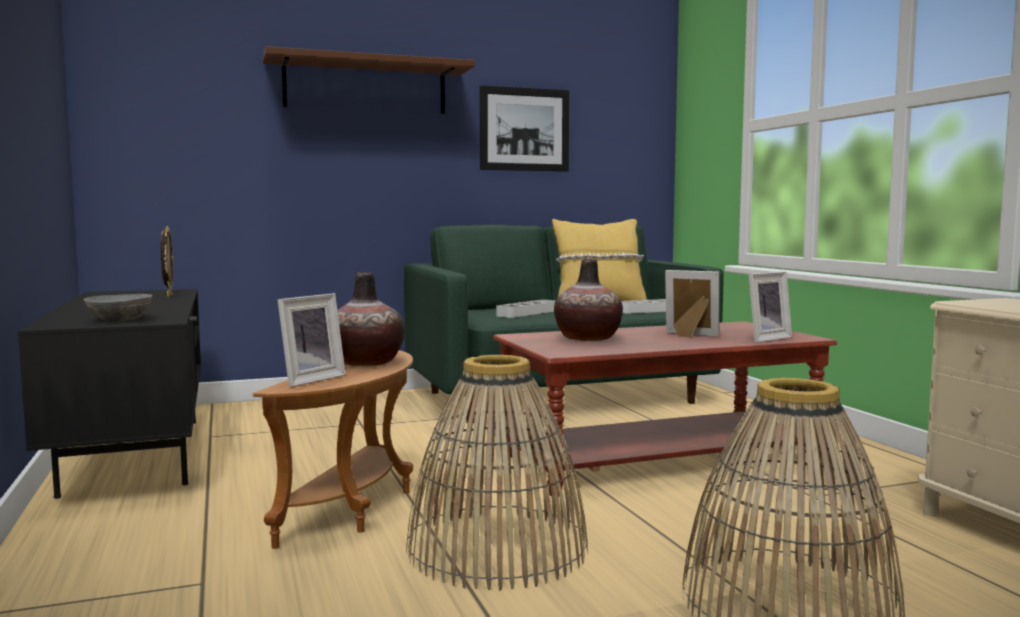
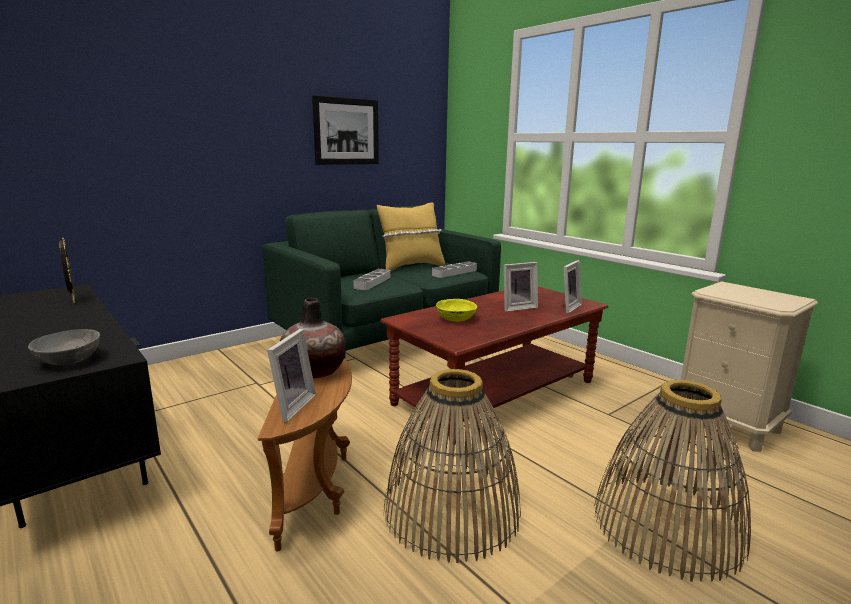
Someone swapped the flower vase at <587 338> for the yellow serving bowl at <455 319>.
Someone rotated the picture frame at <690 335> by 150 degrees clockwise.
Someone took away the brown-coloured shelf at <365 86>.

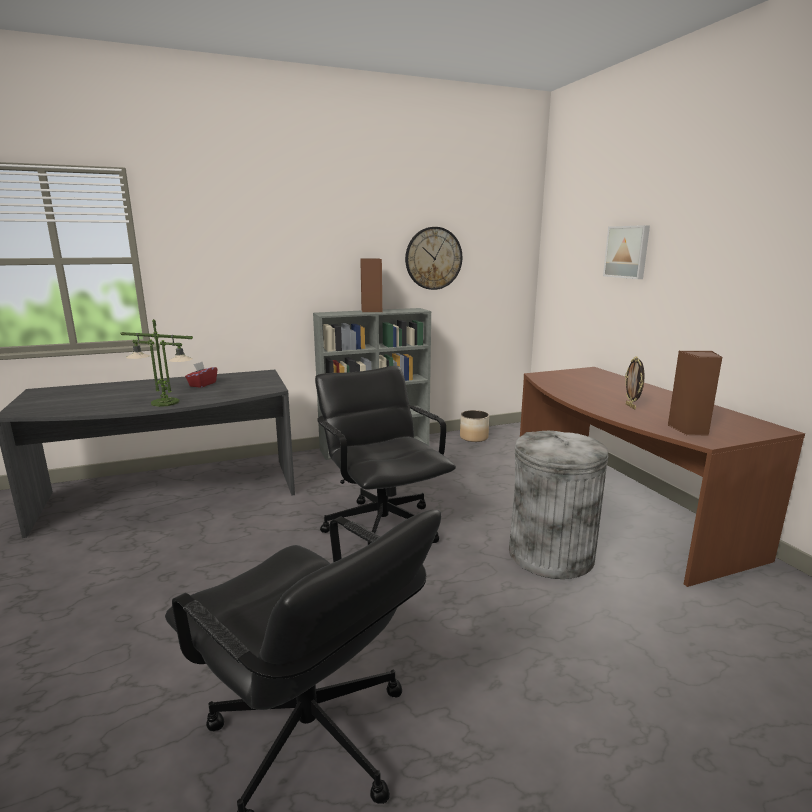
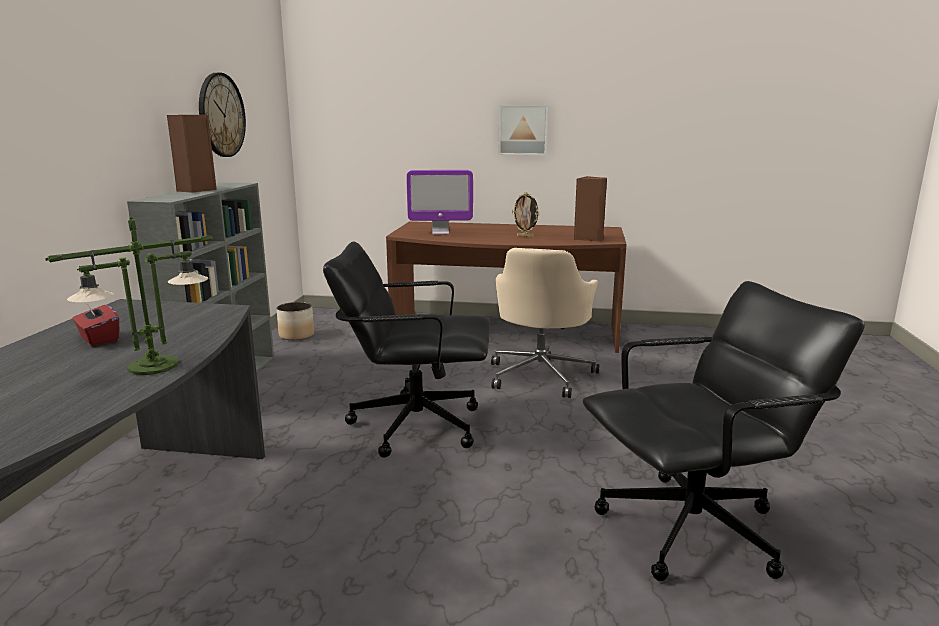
Someone put down the computer screen at <440 233>.
Someone swapped the gray trash can at <550 554> for the sand-coloured computer chair at <541 375>.
Someone carried the wall art from <627 252> to <523 130>.

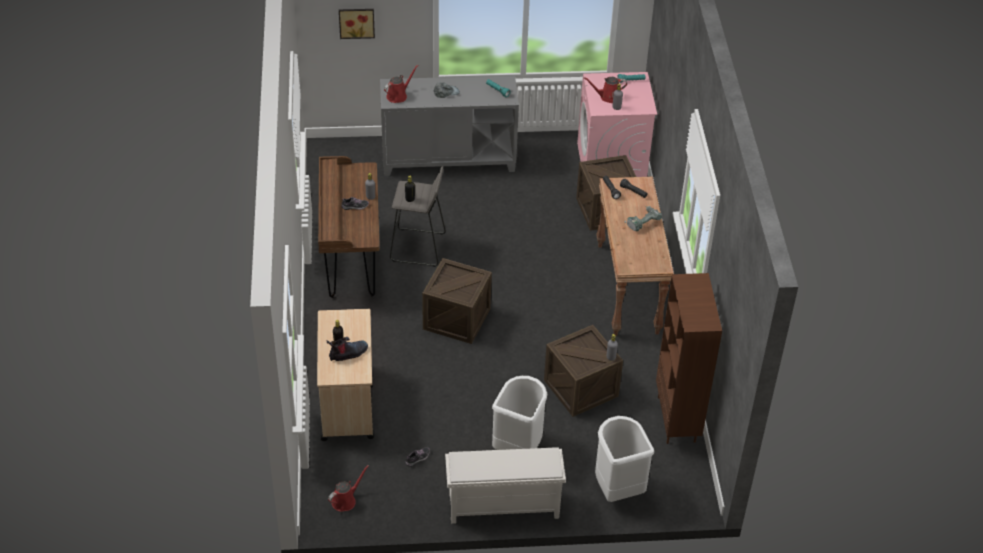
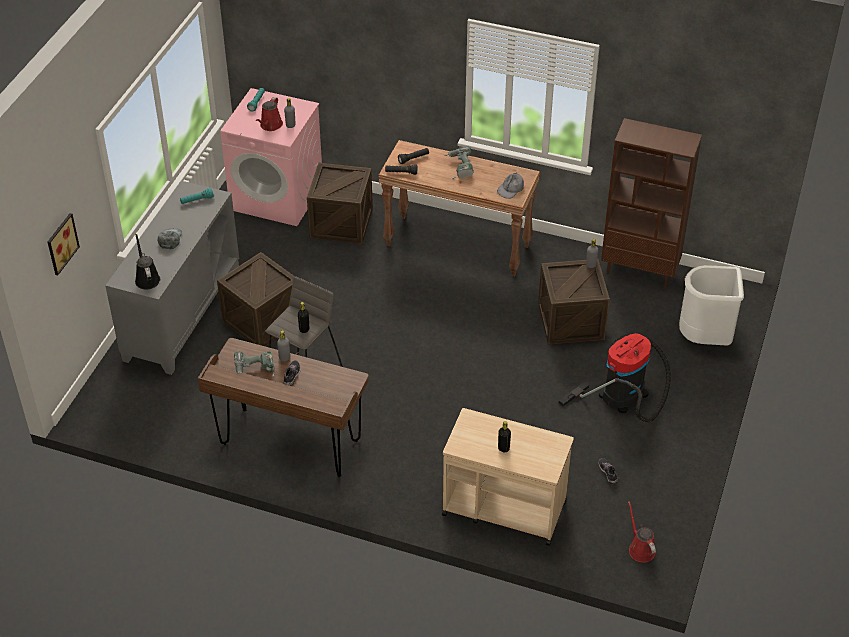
Someone repainted the red-coloured watering pot at <398 95>, which became the black watering pot at <147 278>.
Someone carried the shipping crate from <456 318> to <262 321>.
Someone put down the power drill at <254 370>.
Someone put down the gray baseball cap at <511 189>.
Someone swapped the whitish trash can at <518 447> for the vacuum cleaner at <626 391>.
Someone took away the high-top boot at <348 354>.
Someone took away the whitish shoe rack at <502 506>.

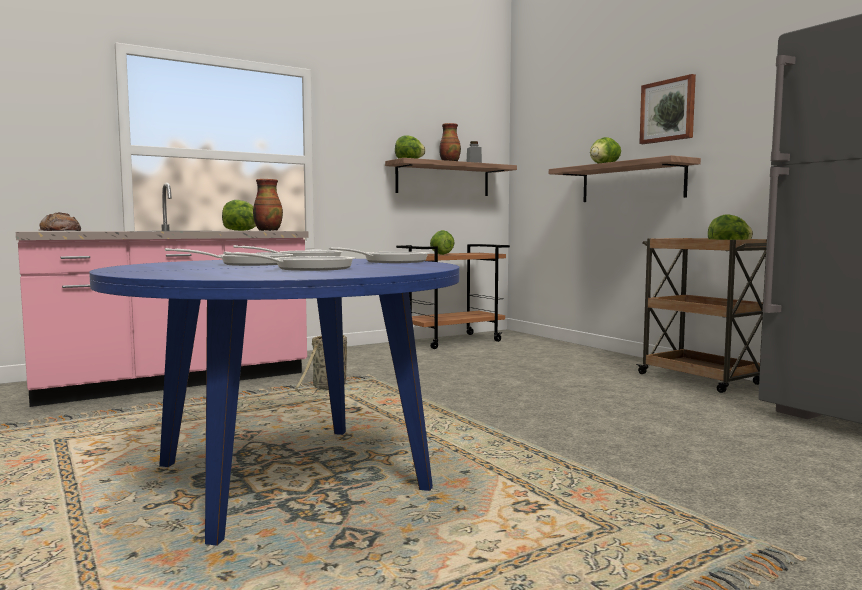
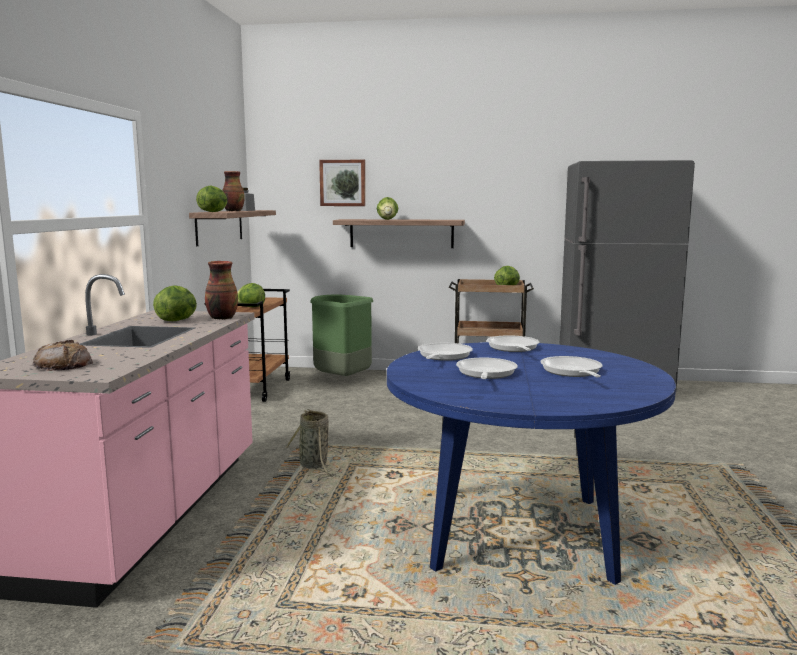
Someone put down the green-coloured trash can at <341 380>.
Someone carried the wall art from <668 111> to <343 183>.

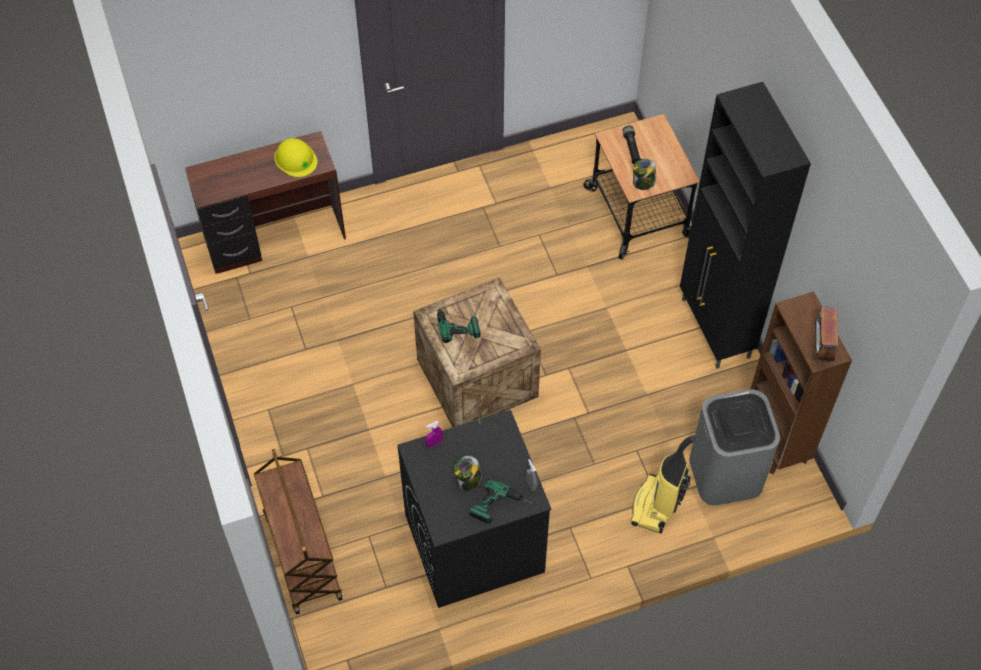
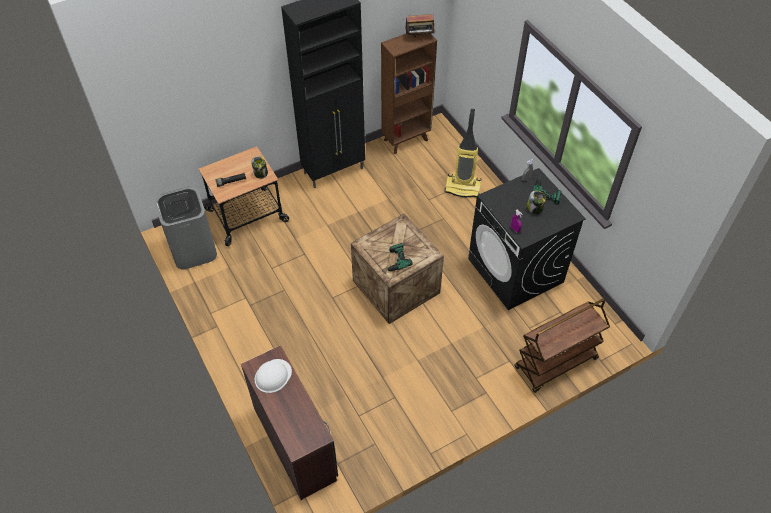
Someone carried the gray trash can from <725 473> to <193 250>.
Someone repainted the yellow hard hat at <295 159>, which became the whitish hard hat at <273 376>.

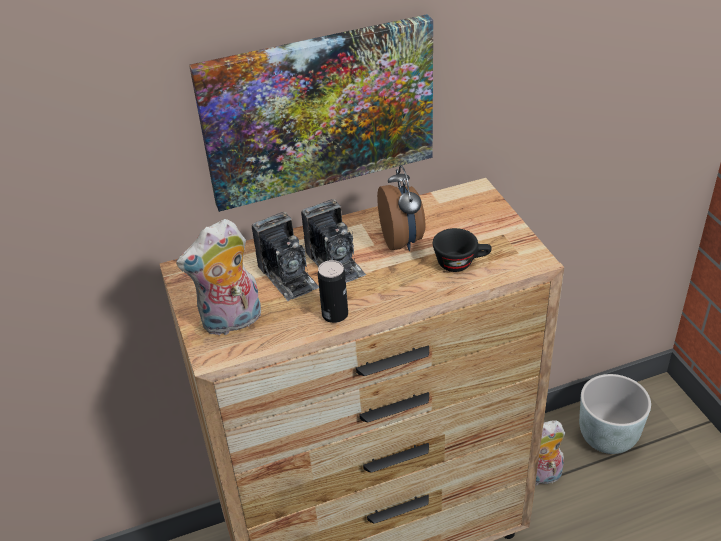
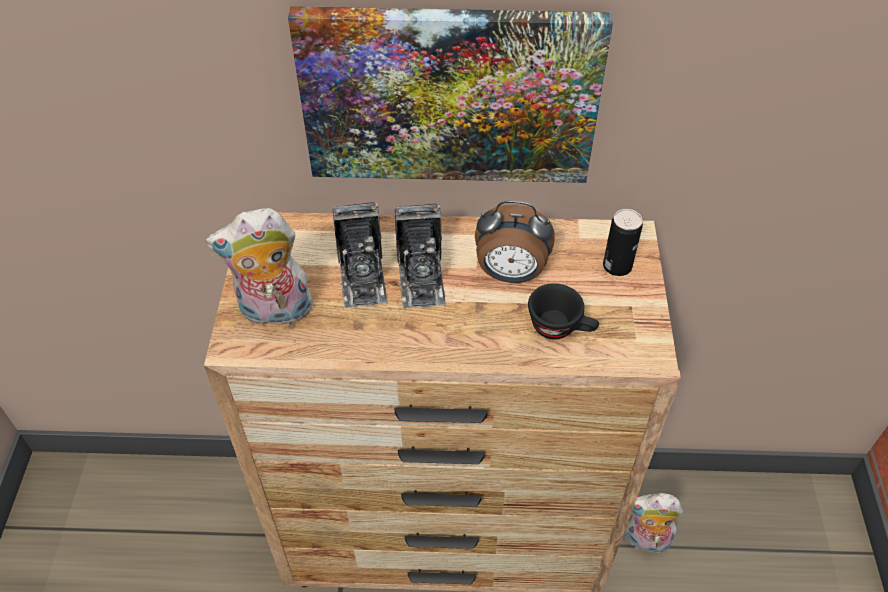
Someone rotated the alarm clock at <402 241> by 90 degrees clockwise.
Someone carried the can from <335 314> to <617 266>.
Someone took away the gray planter at <608 437>.

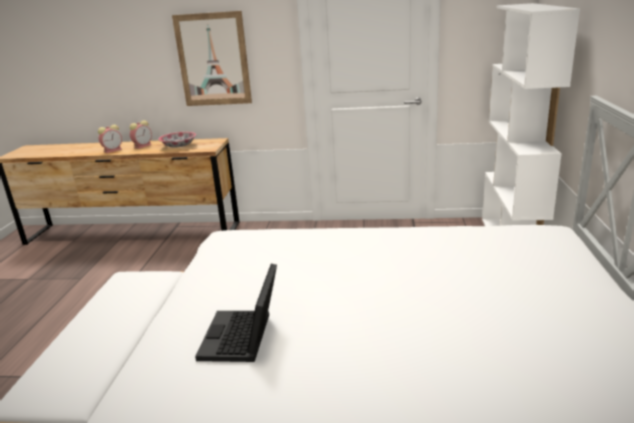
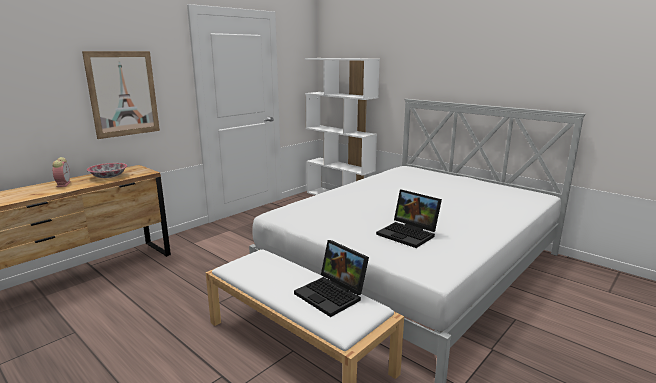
Someone put down the notebook computer at <332 295>.
Someone took away the alarm clock at <113 150>.

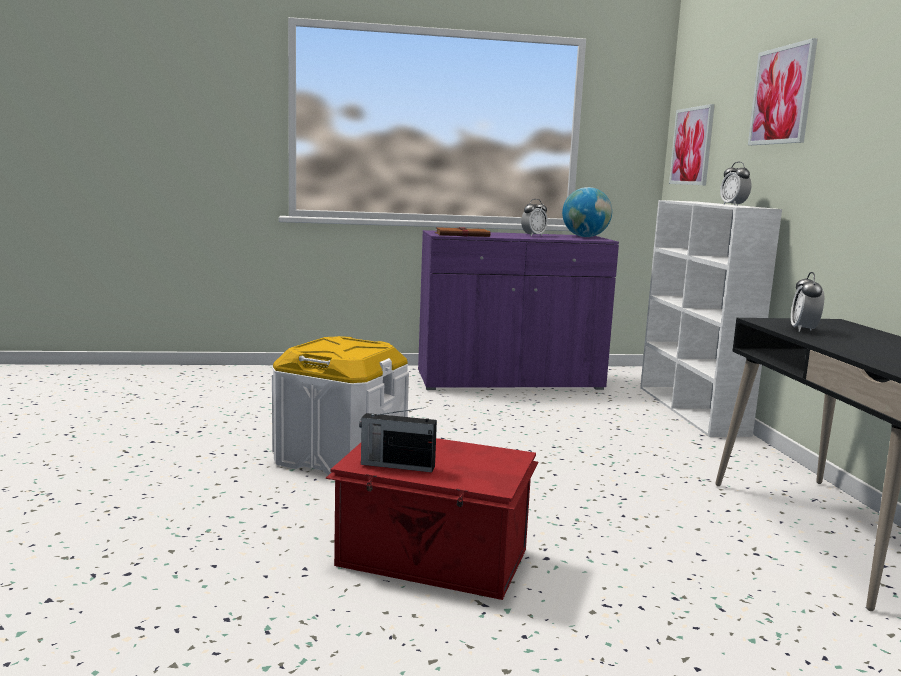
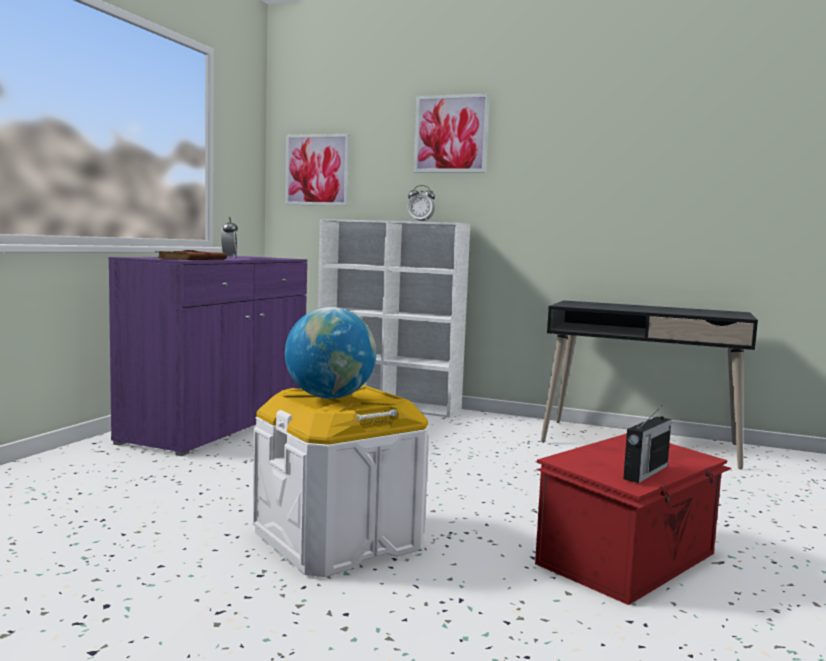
Someone carried the desk globe from <585 237> to <329 397>.
Someone took away the alarm clock at <803 330>.

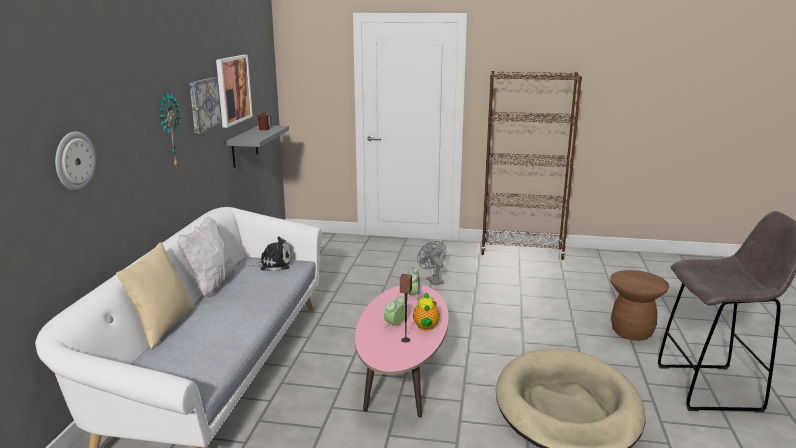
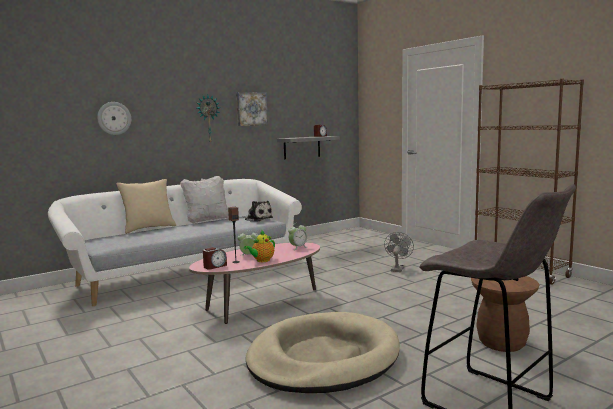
Someone put down the alarm clock at <215 266>.
Someone took away the wall art at <233 90>.

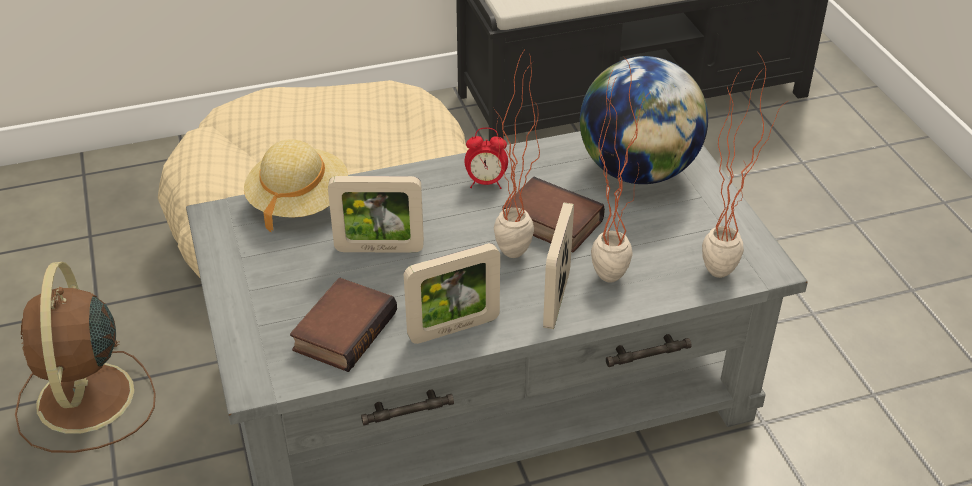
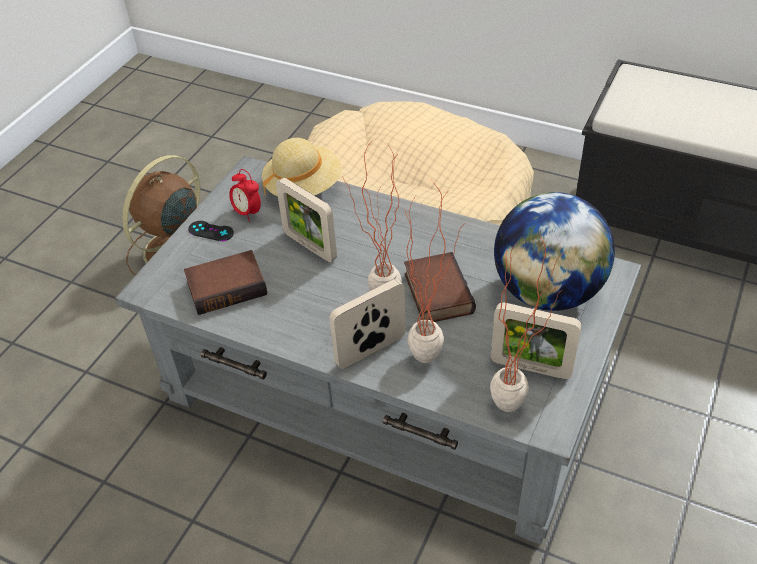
Someone put down the black gamepad at <211 231>.
Someone carried the alarm clock from <486 183> to <247 213>.
Someone carried the picture frame from <453 328> to <531 367>.

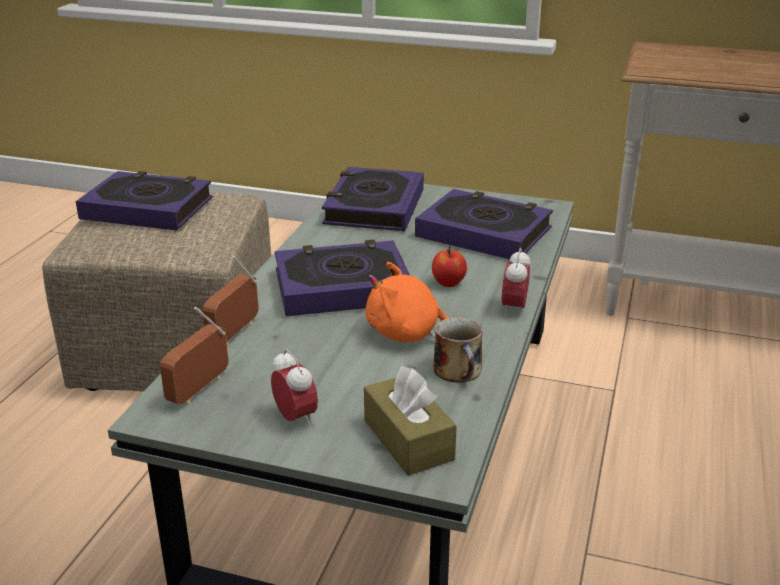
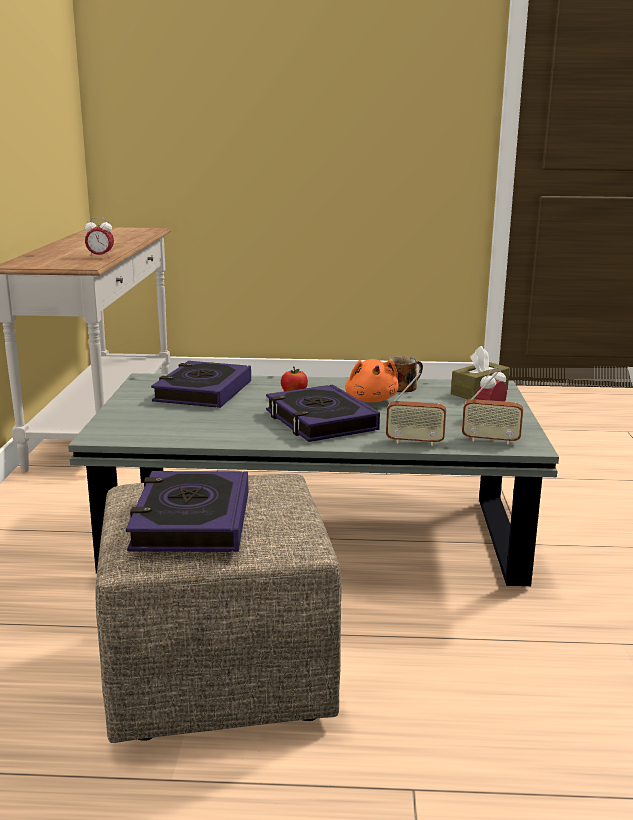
Someone carried the alarm clock from <514 308> to <100 257>.
Someone took away the volume at <374 207>.

